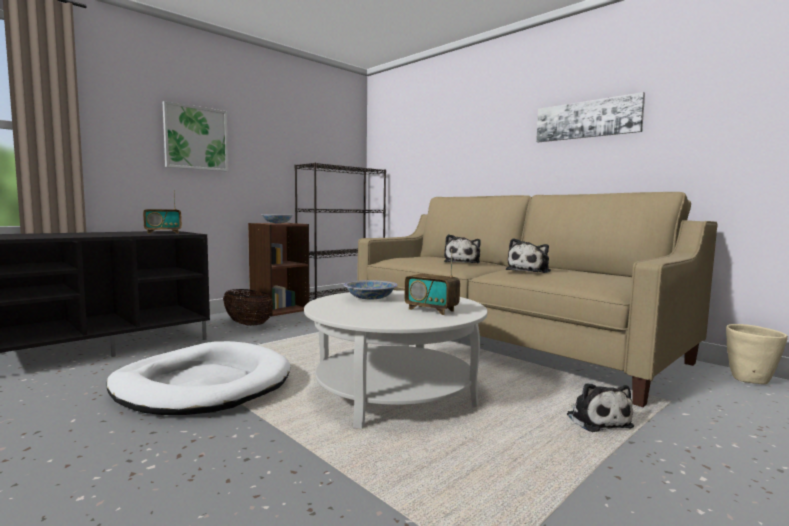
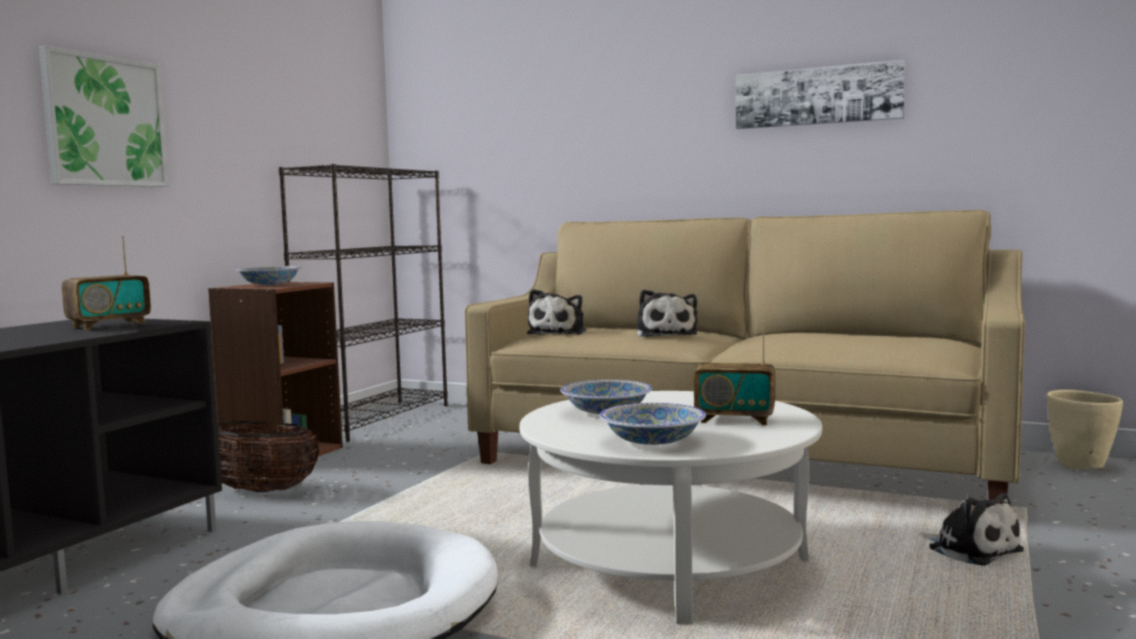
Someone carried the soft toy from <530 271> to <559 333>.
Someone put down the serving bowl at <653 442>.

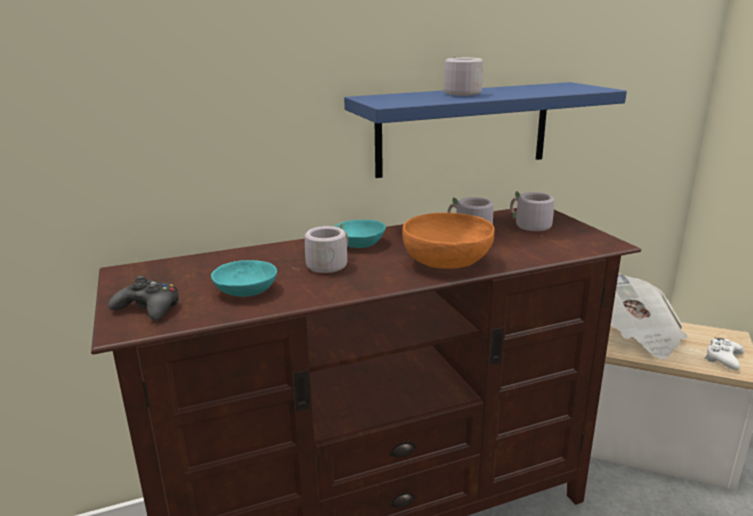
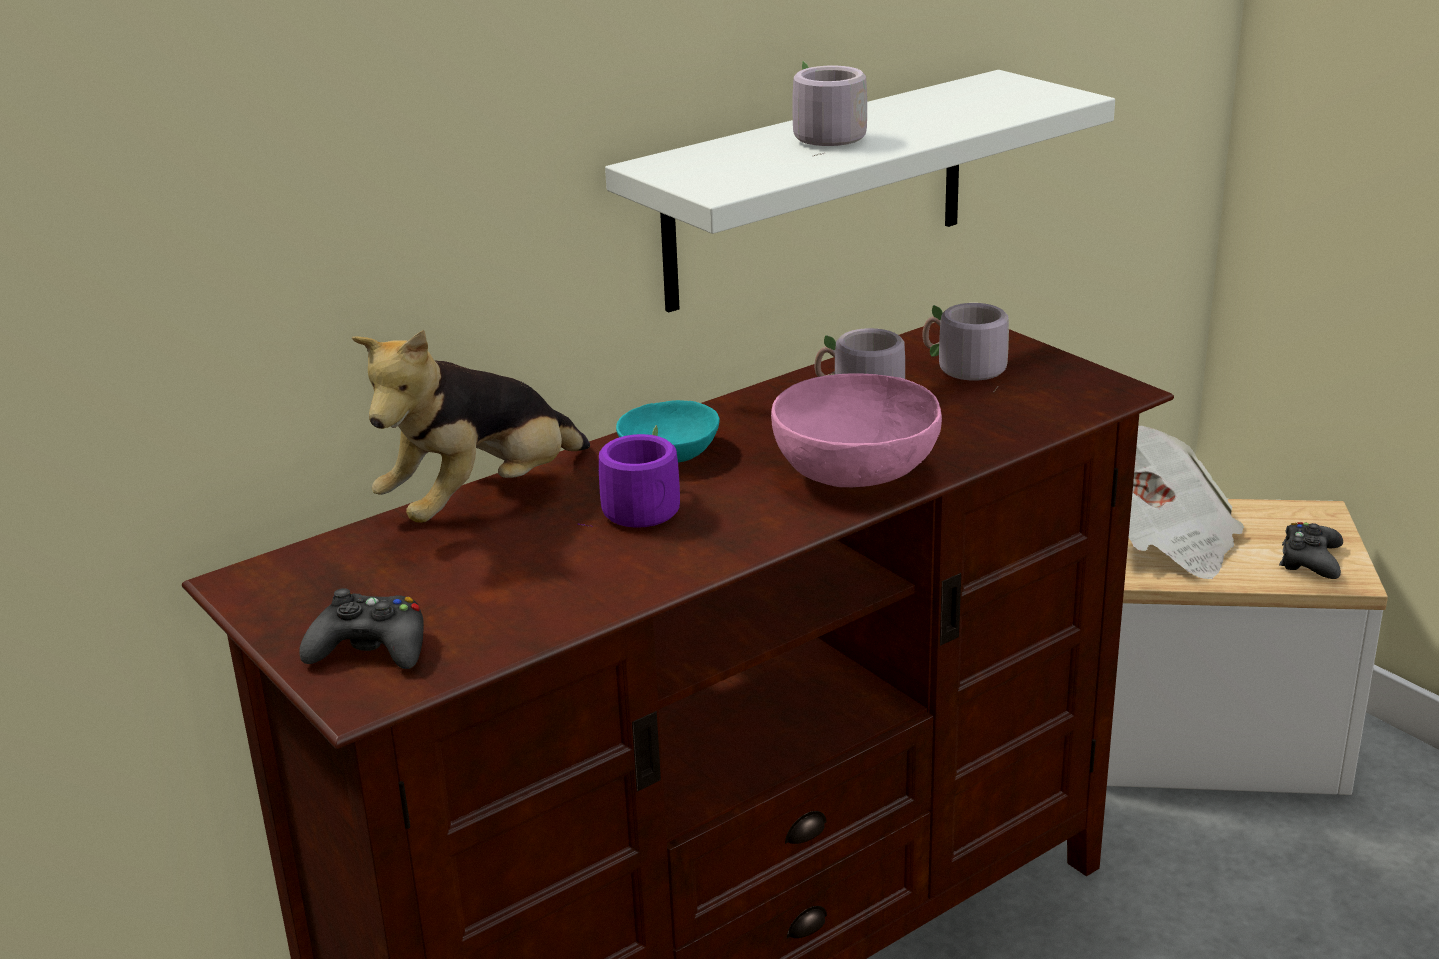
Someone put down the soft toy at <482 501>.
Someone repainted the gray tea mug at <328 264>, which became the purple-coloured tea mug at <641 507>.
Someone repainted the blue-coloured shelf at <463 129>, which became the whitish shelf at <817 190>.
Someone repainted the orange serving bowl at <447 262>, which became the pink-coloured serving bowl at <855 470>.
Someone repainted the whitish gamepad at <723 359>, which became the black gamepad at <1310 560>.
Someone took away the turquoise serving bowl at <245 291>.

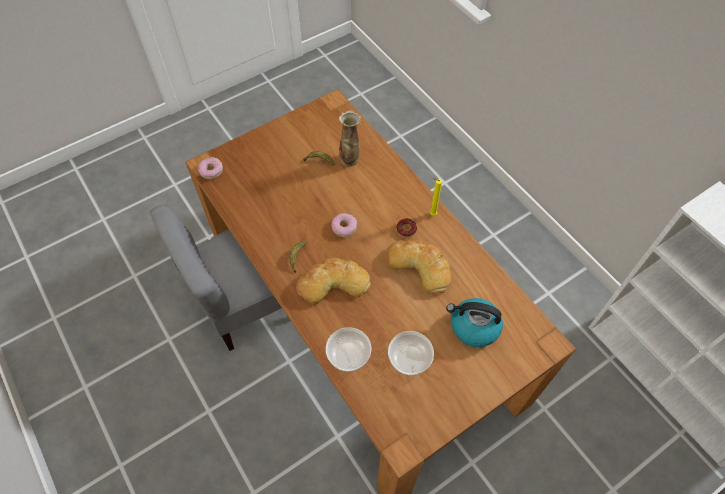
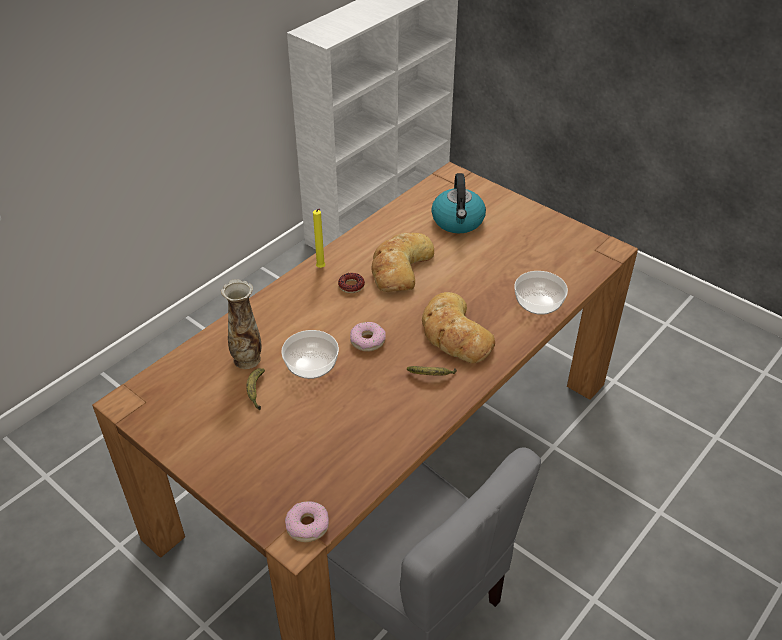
Someone carried the serving bowl from <409 358> to <311 366>.

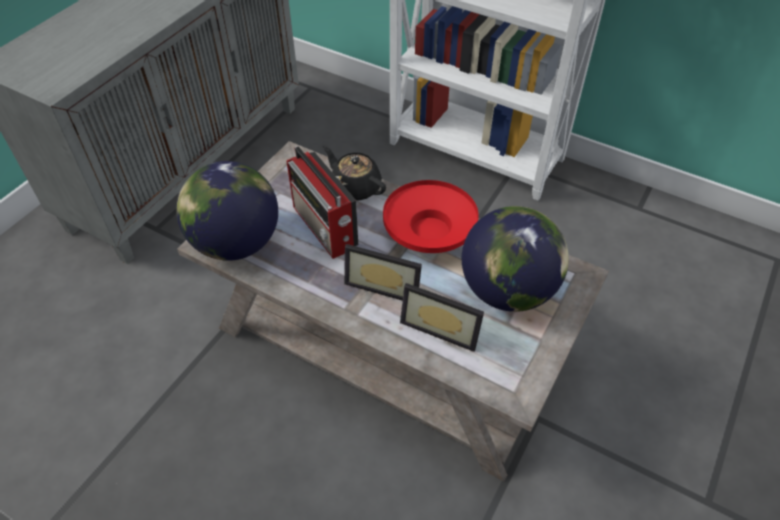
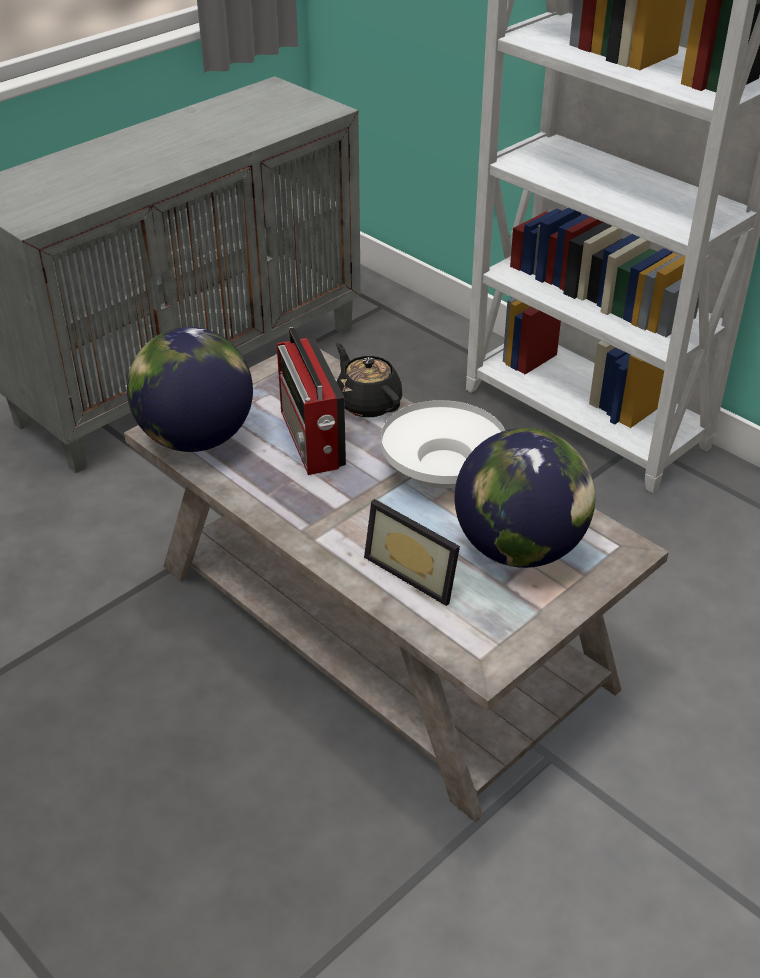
Someone repainted the red-coloured serving bowl at <429 233>, which became the whitish serving bowl at <443 468>.
Someone took away the picture frame at <384 283>.

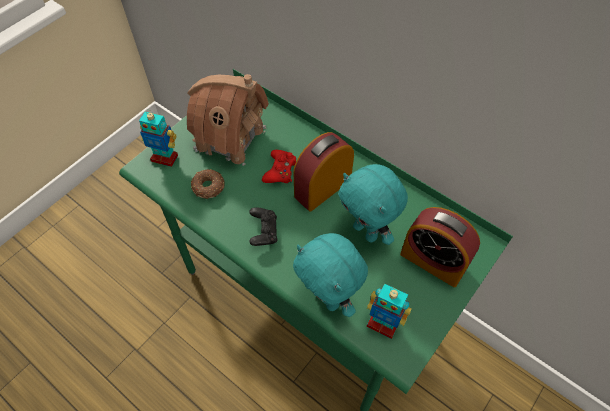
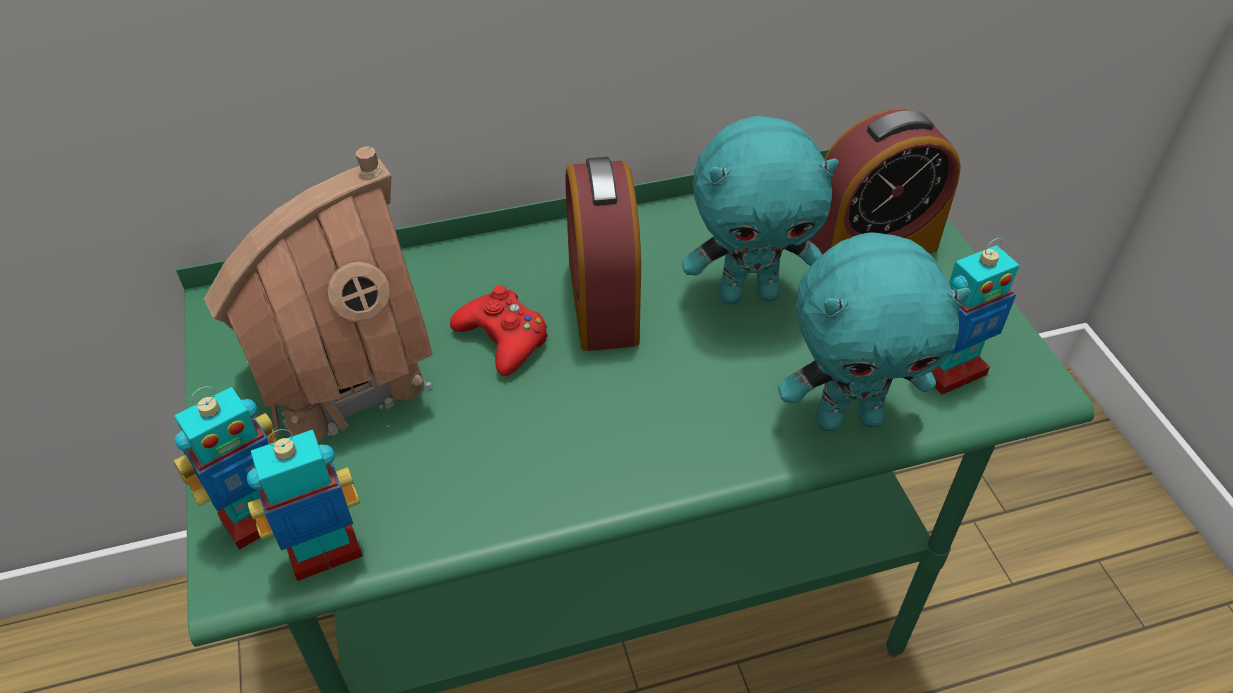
Someone put down the model robot at <325 553>.
Someone took away the ring doughnut at <209 187>.
Someone took away the black gamepad at <263 232>.

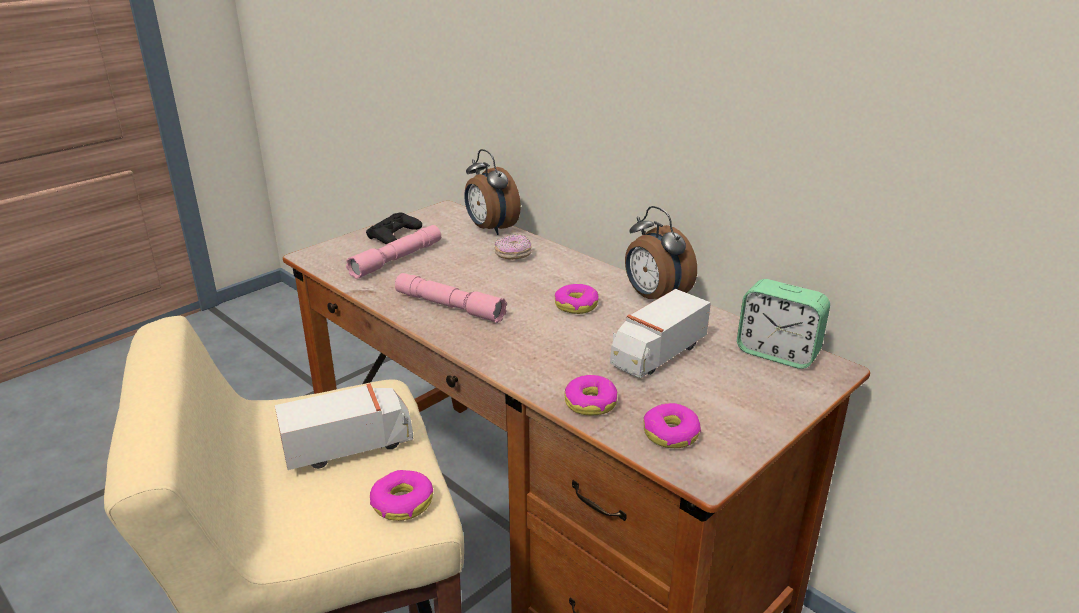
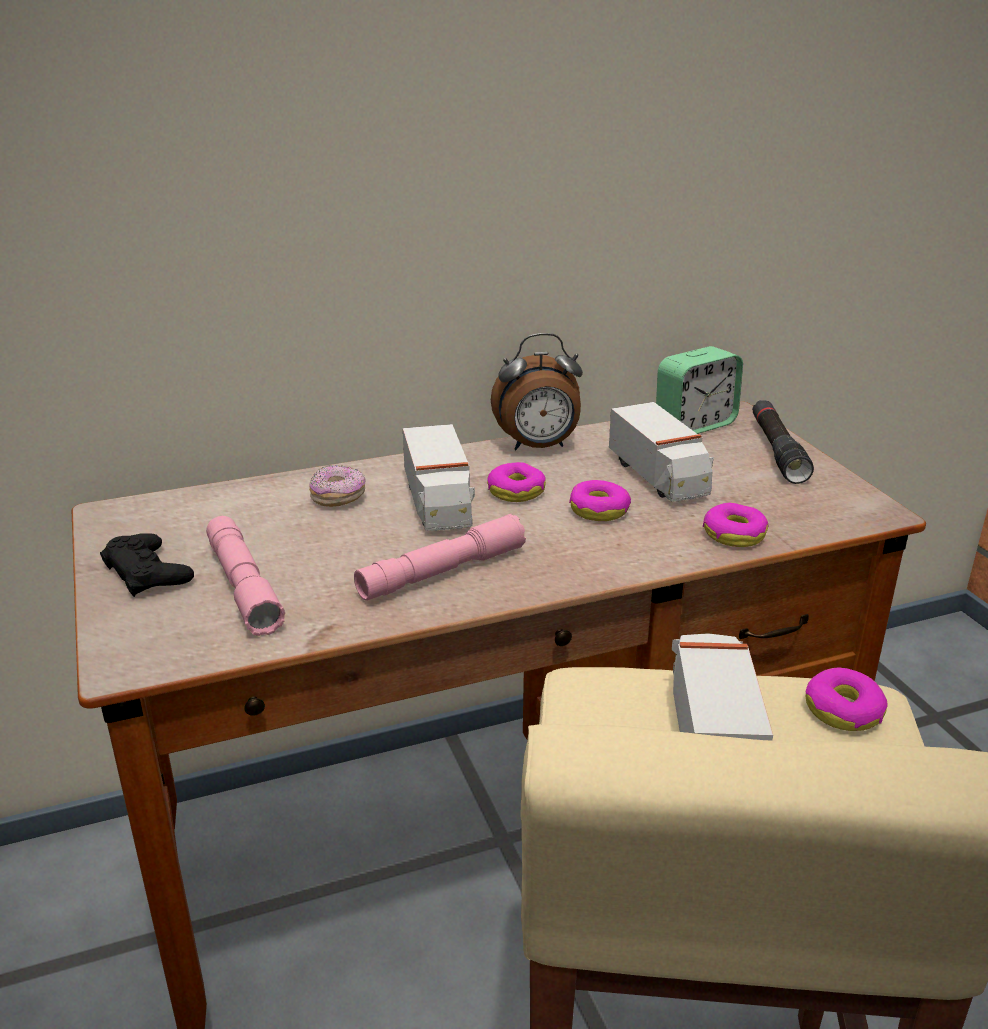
Someone put down the toy lorry at <438 503>.
Someone carried the ring doughnut from <670 434> to <599 510>.
Someone put down the black torch at <777 451>.
Someone took away the alarm clock at <490 229>.

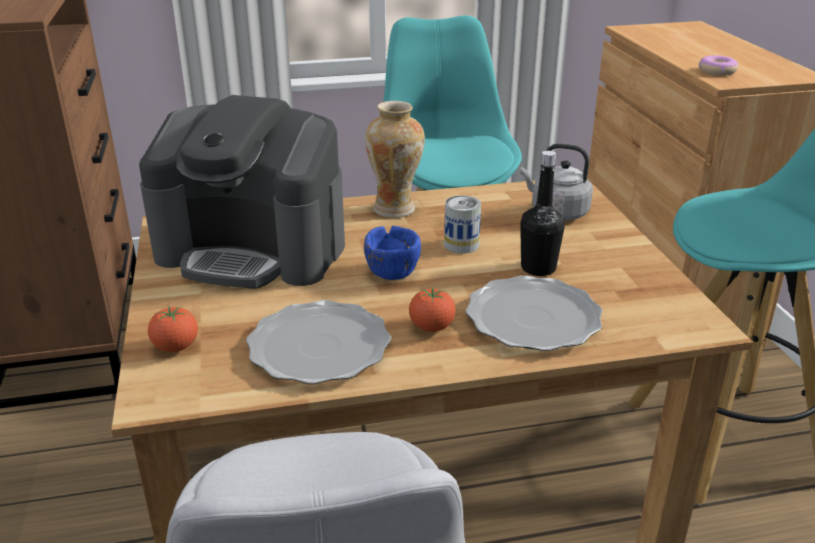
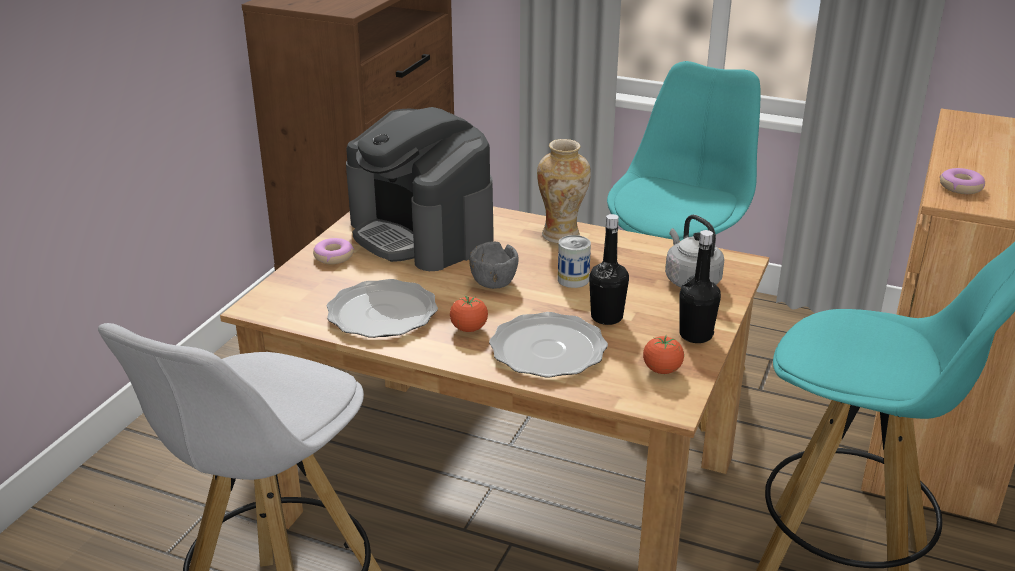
Someone put down the ring doughnut at <334 257>.
Someone repainted the blue-coloured serving bowl at <392 273>, which became the gray serving bowl at <493 282>.
Someone carried the whole tomato from <176 347> to <662 370>.
Someone put down the black beverage bottle at <695 335>.

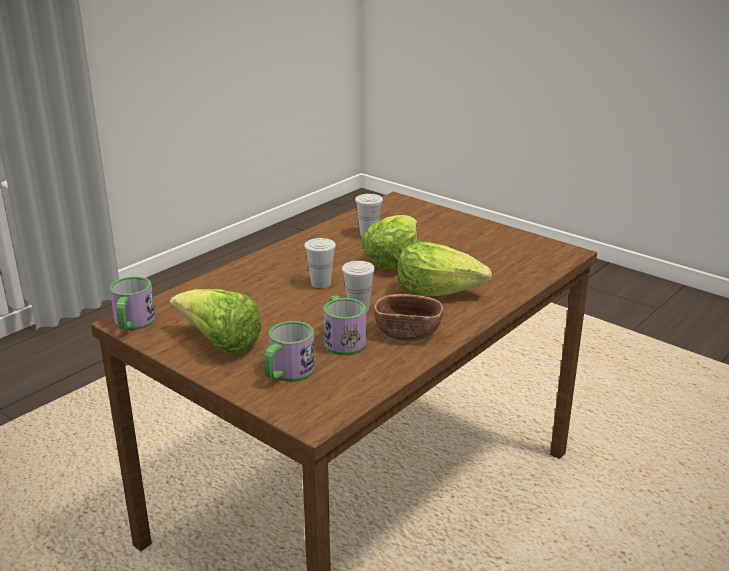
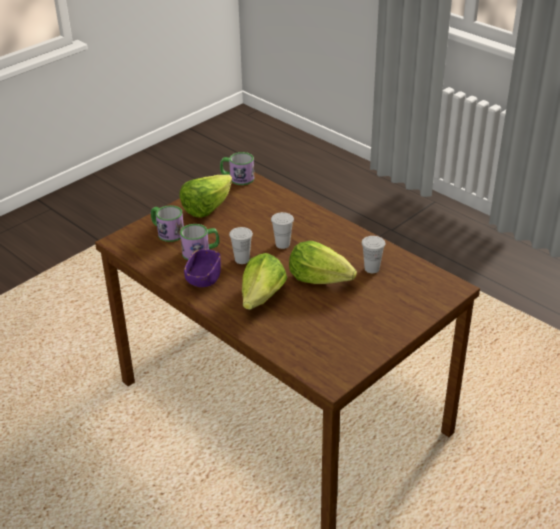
Someone repainted the brown-coloured serving bowl at <407 333>, which became the purple-coloured serving bowl at <203 279>.

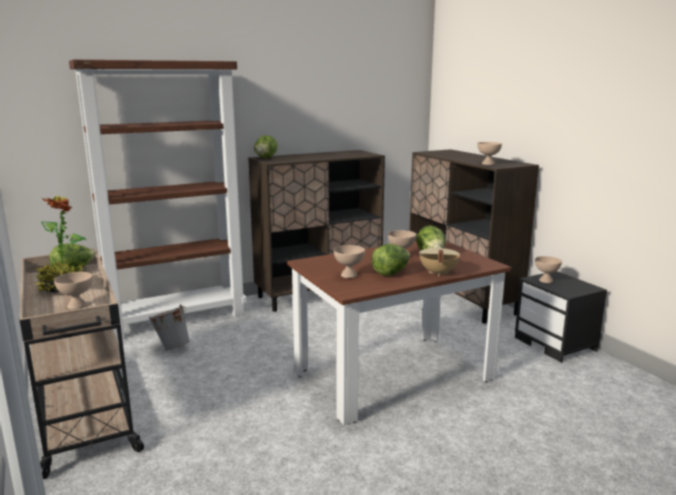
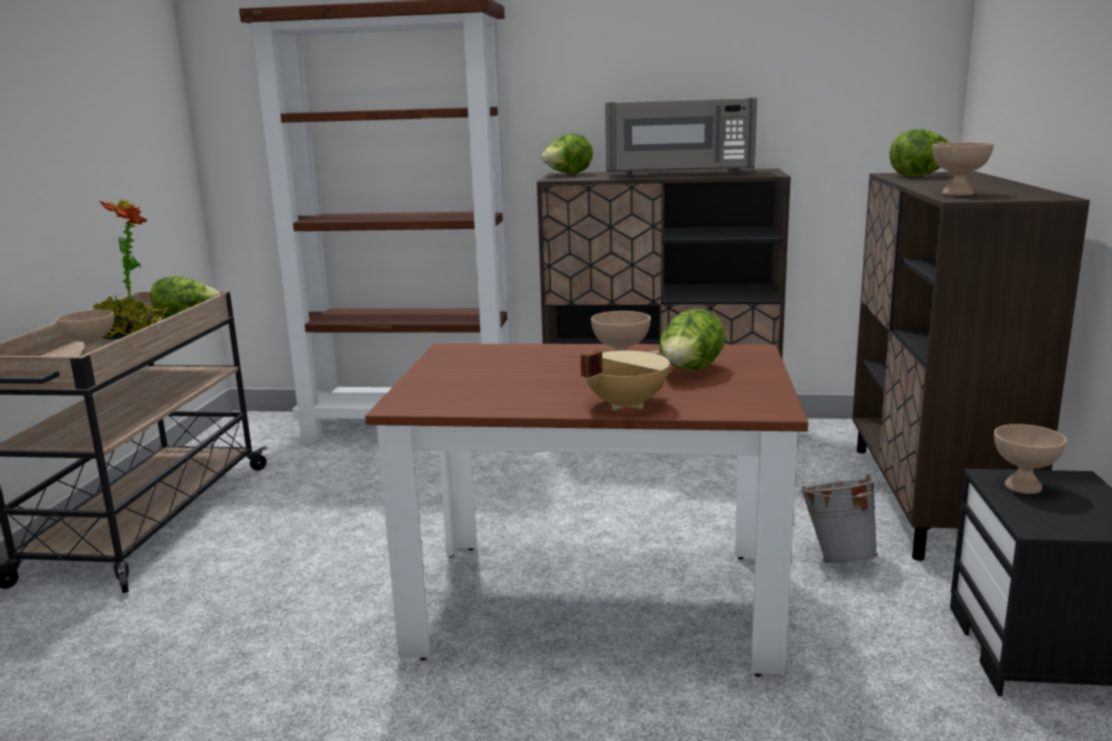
Someone put down the gray kitchen microwave at <679 174>.
Someone carried the gray pail from <172 347> to <837 557>.
Someone carried the head of lettuce from <391 273> to <921 176>.
Someone took away the sand-coloured serving bowl at <348 275>.

